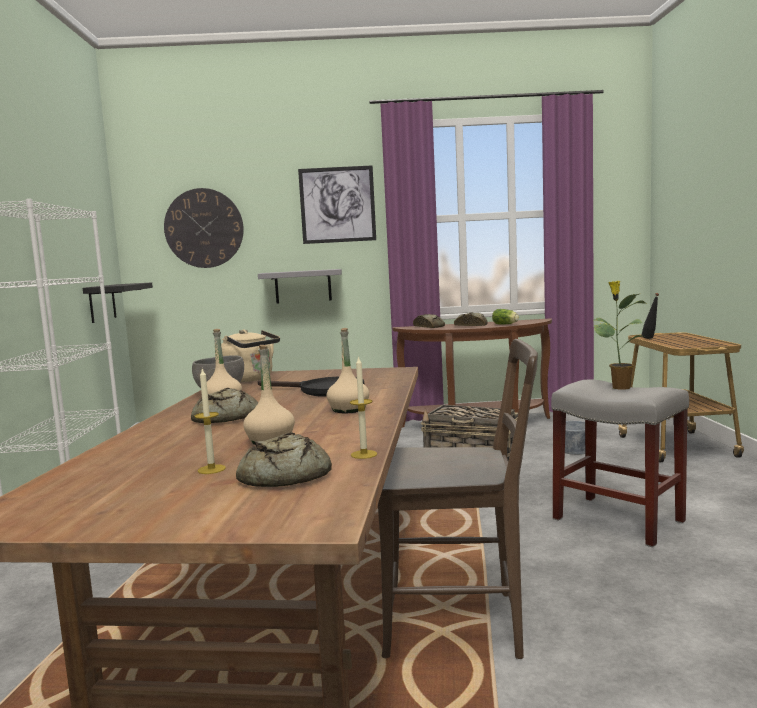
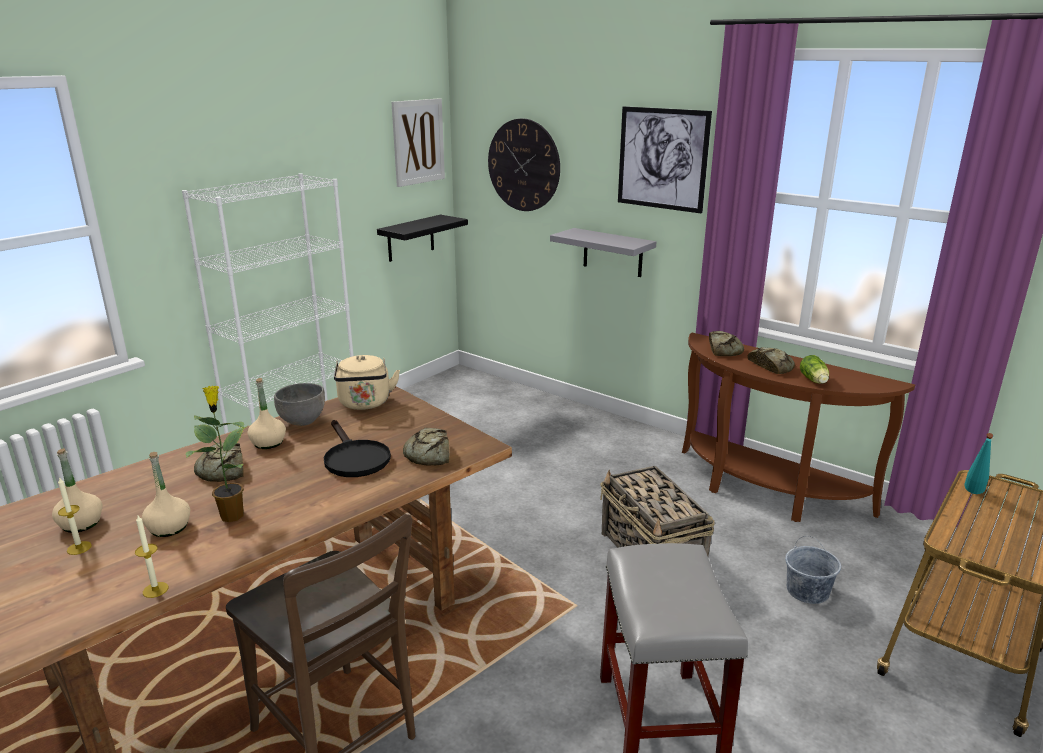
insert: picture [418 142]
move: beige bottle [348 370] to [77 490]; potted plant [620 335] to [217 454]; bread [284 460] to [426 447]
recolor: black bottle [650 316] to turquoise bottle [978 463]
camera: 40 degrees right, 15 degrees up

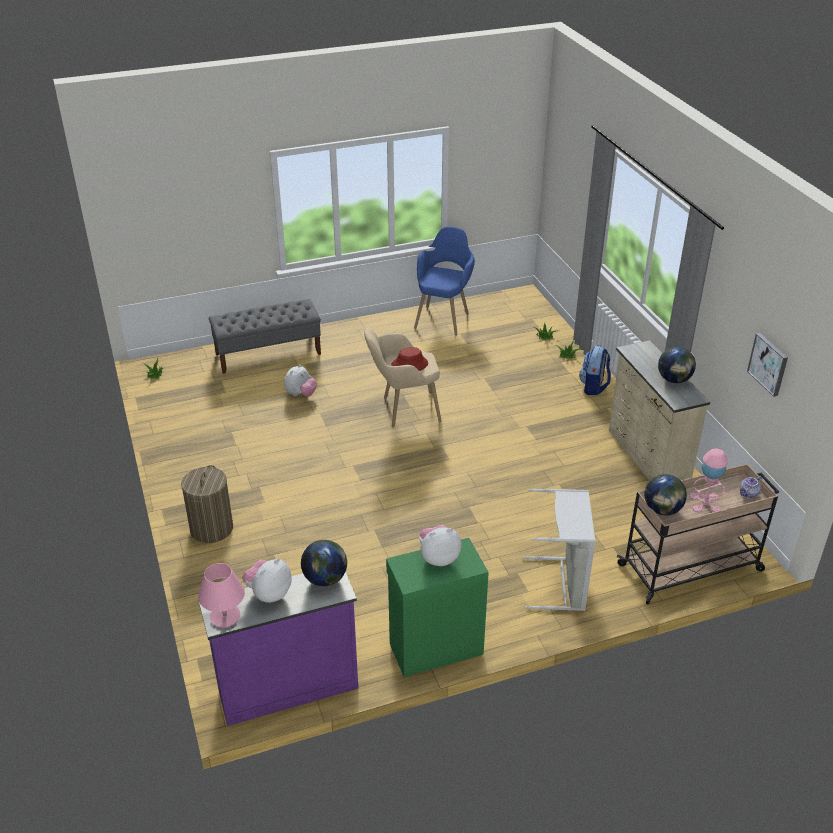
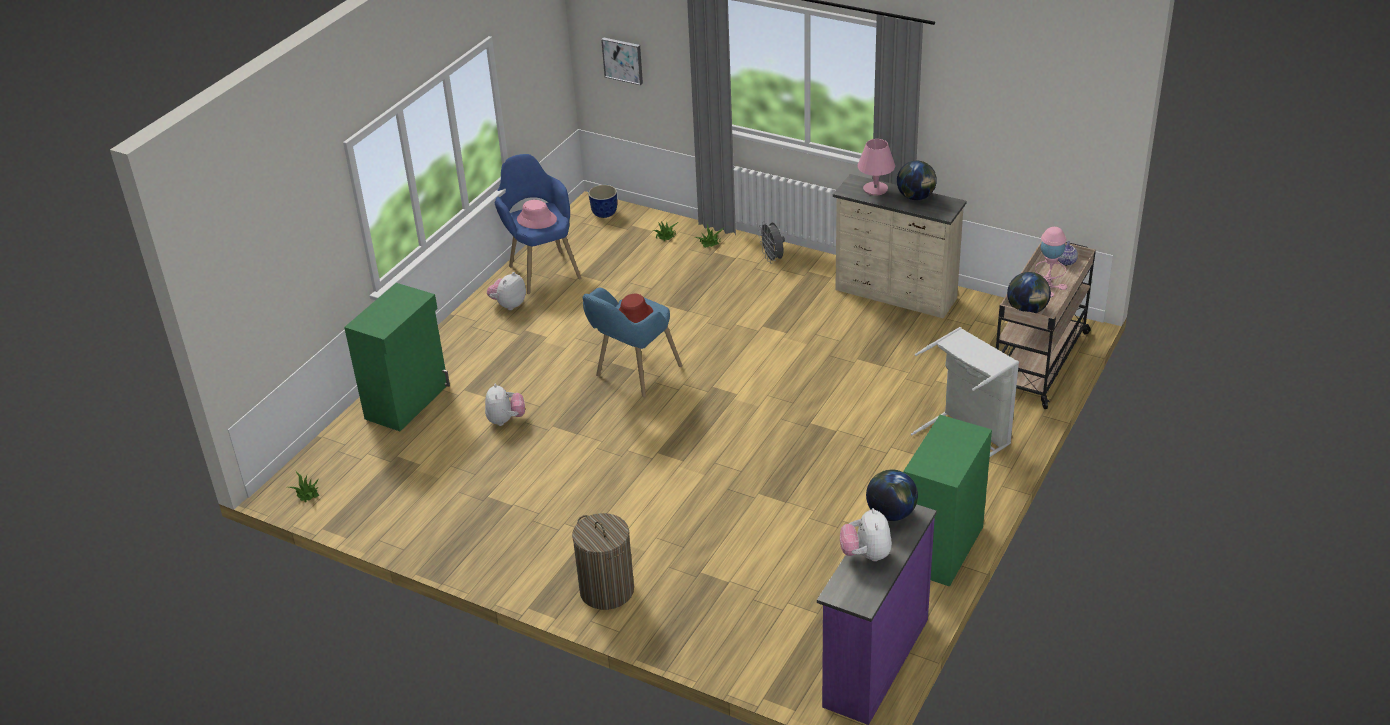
insert: pink hat [537 214]; planter [602 201]
move: plush toy [440 545] to [506 291]; picture [767 365] to [622 61]; pink table lamp [221 595] to [876 167]
replace: grey bench [265 336] to green cabinet [397 357]; backpack [595 370] to grey fan [771 243]
recolor: beige armchair [402 378] to blue armchair [632 342]
camera: 40 degrees left, 0 degrees up

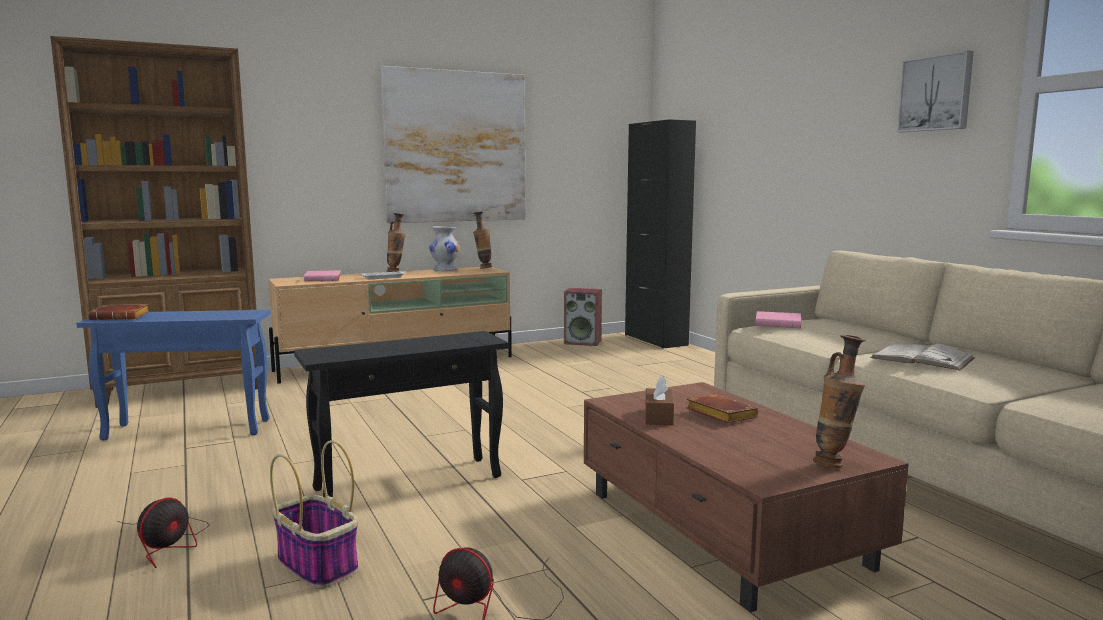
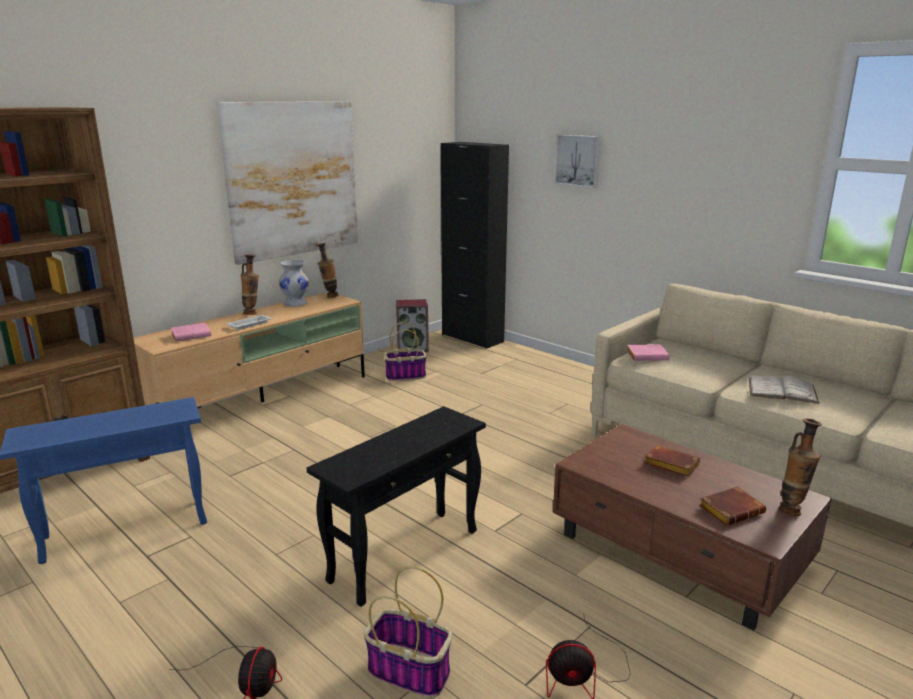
delete: brown tissue box [659 400]
insert: basket [405 351]
move: picture [935 91] to [577 161]; brown book [118 312] to [732 506]
camera: 20 degrees left, 10 degrees up

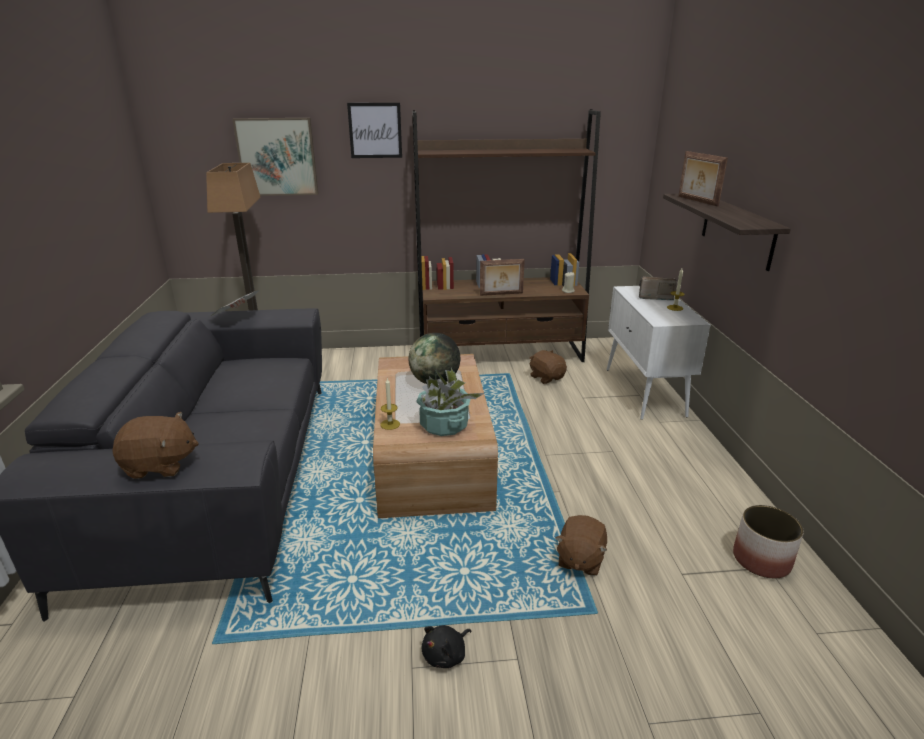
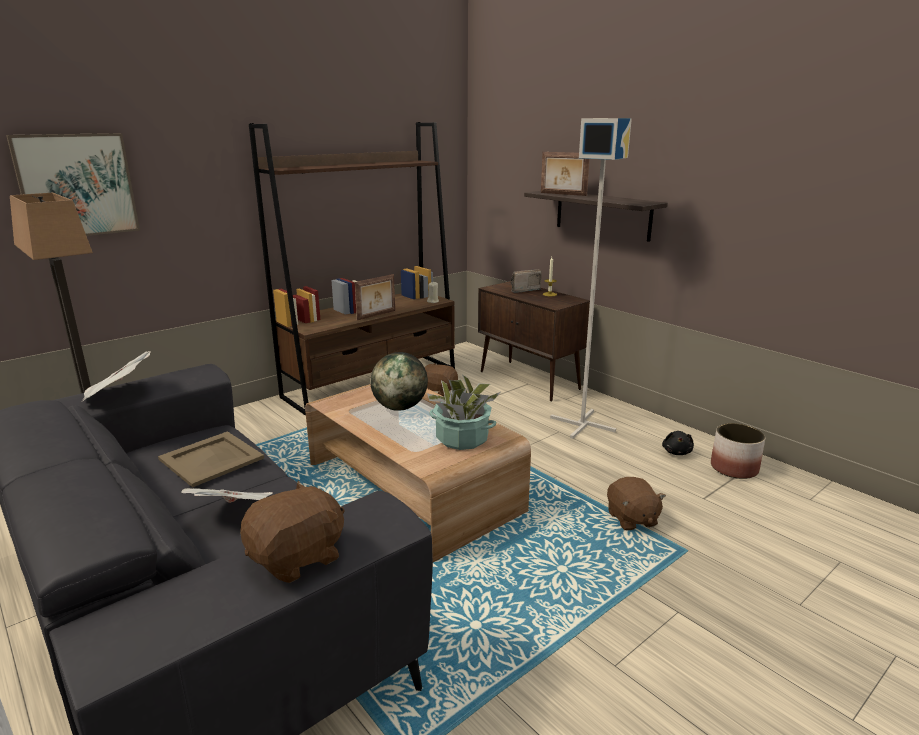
delete: picture [374 130]; candle [390 404]
insert: beige tray [211 459]; newspaper [227 495]; grey floor lamp [591 278]
move: black plush toy [446 646] to [678 443]
recolor: white cabinet [658 353] to brown cabinet [534 341]
camera: 35 degrees left, 5 degrees down

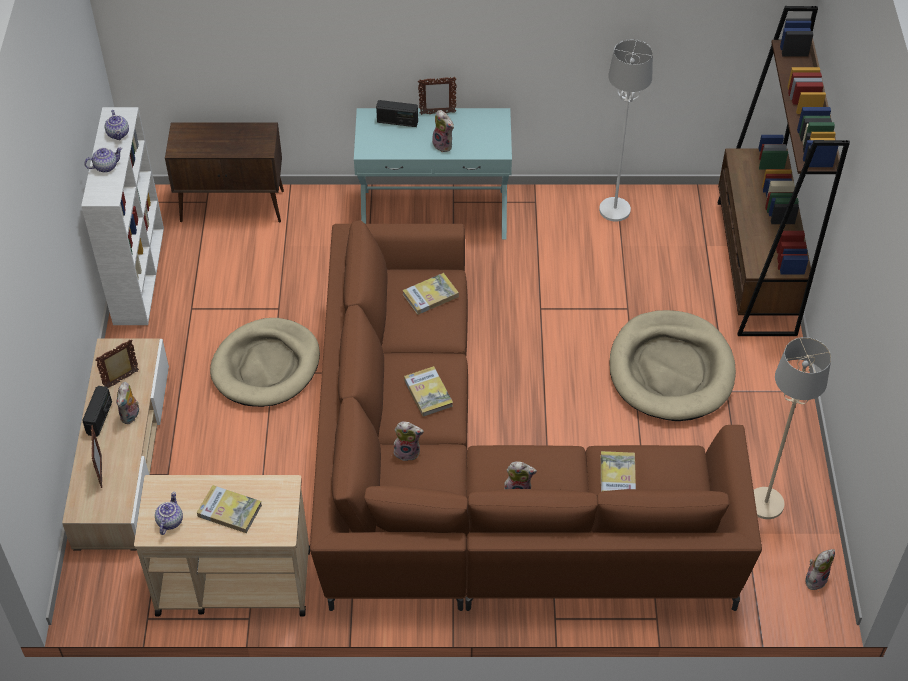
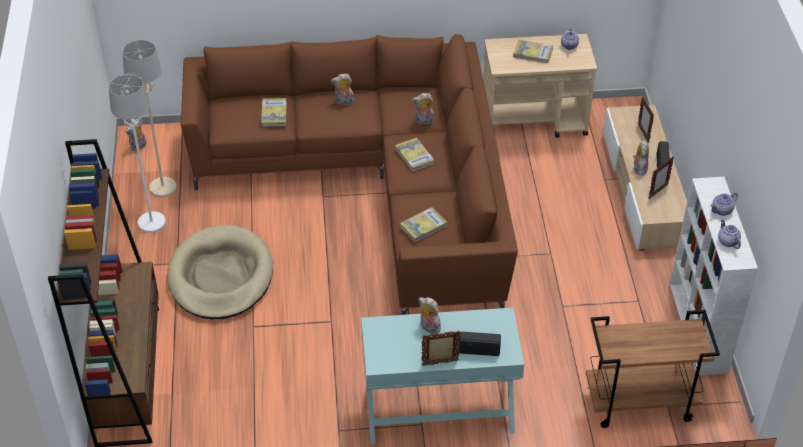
delete: beige dog bed [265 362]
move: white floor lamp [626 130] to [137 153]
replace: brown cabinet [224 172] to brown cart [653 369]
camera: 175 degrees right, 5 degrees down

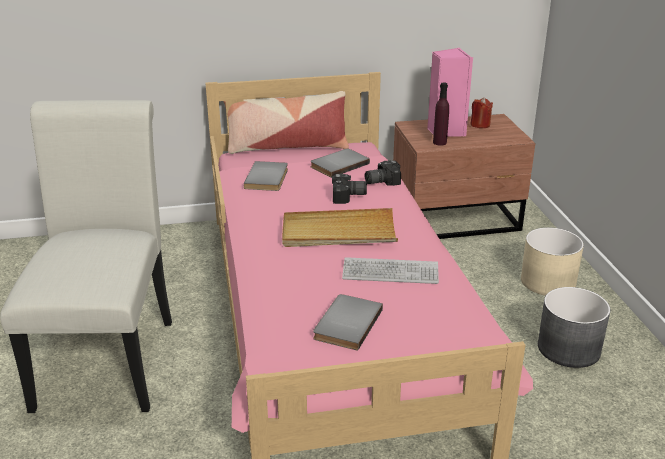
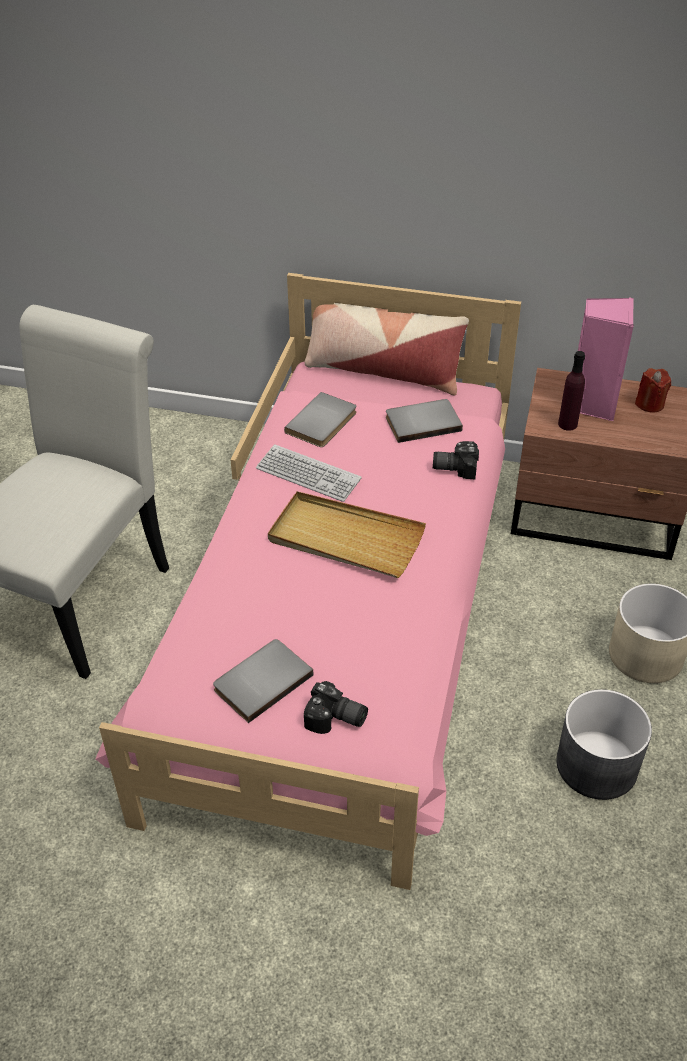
move: keyboard [390 270] to [309 473]; photo camera [349 189] to [336 707]
camera: 25 degrees right, 15 degrees up

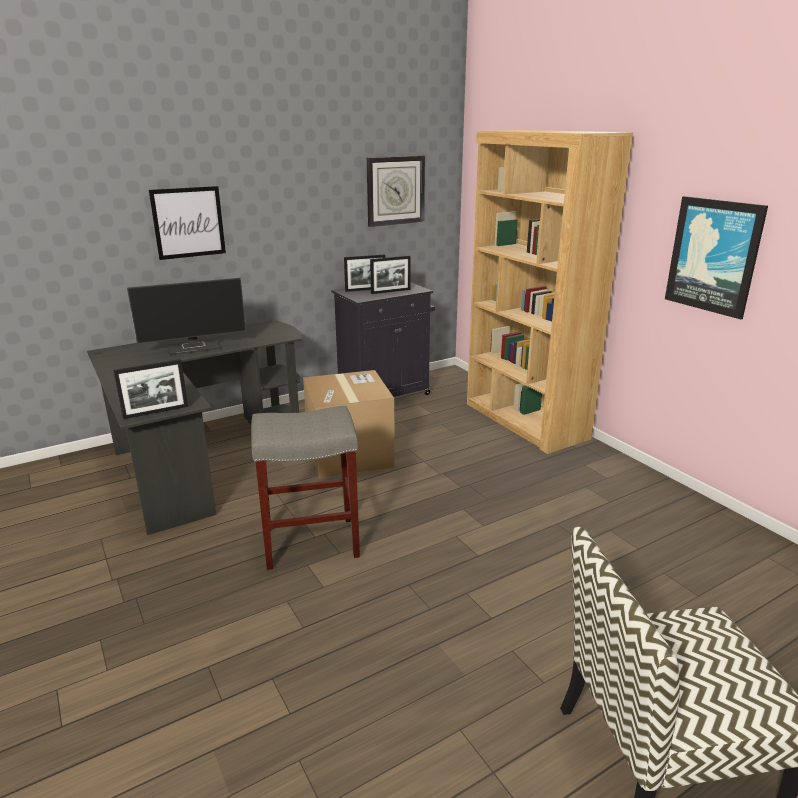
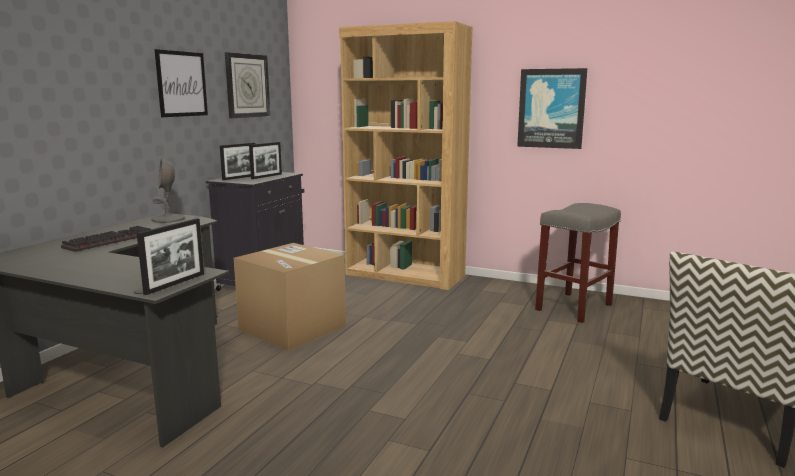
insert: grey table lamp [168 190]
move: picture [187 223] to [181 83]; grey stool [305 488] to [578 263]
replace: monitor [186 316] to keyboard [106 239]
camera: 35 degrees left, 10 degrees down

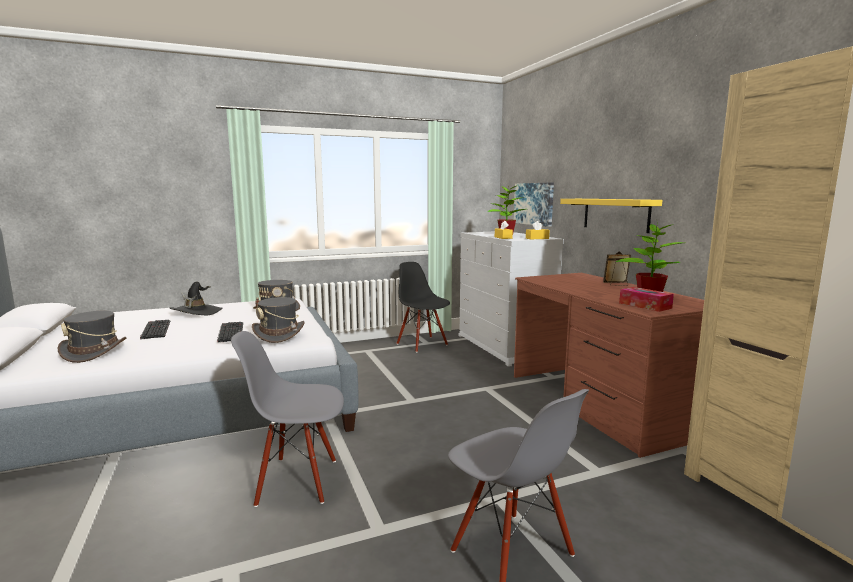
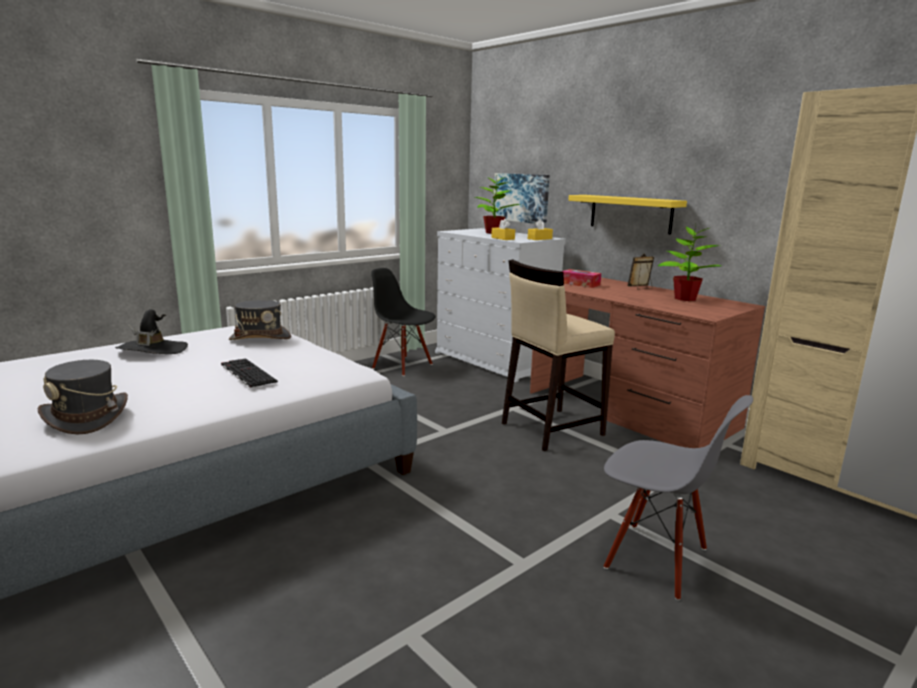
delete: keyboard [155 330]; grey chair [287 419]; grey hat [278 320]
insert: beige stool [558 355]
move: tissue box [646 299] to [581 278]
camera: 20 degrees left, 5 degrees up

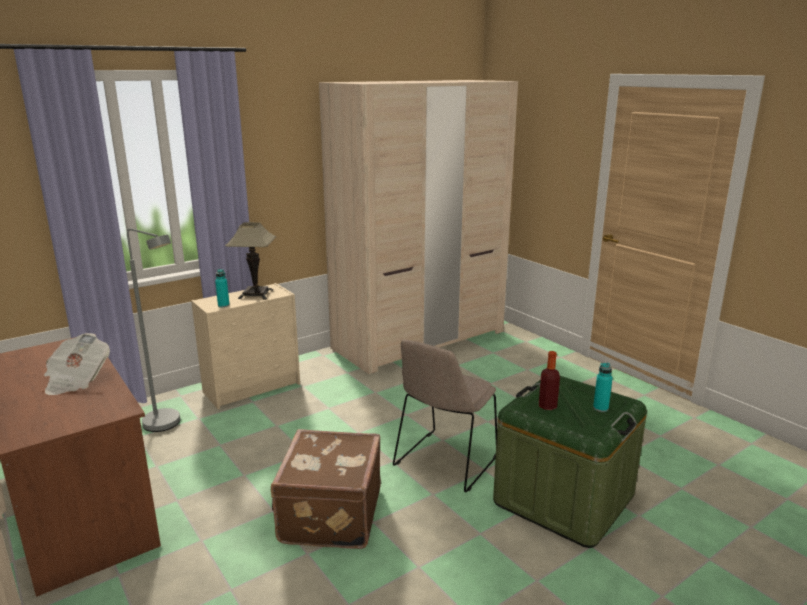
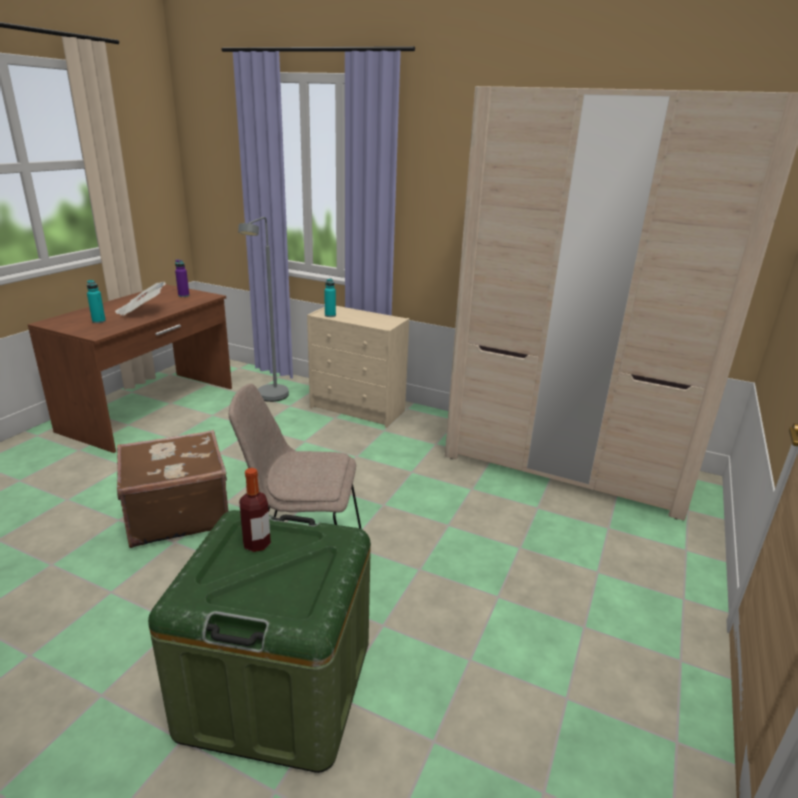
delete: table lamp [250 261]
insert: purple bottle [182 278]
move: turquoise bottle [603 387] to [96 301]
camera: 60 degrees right, 5 degrees up

